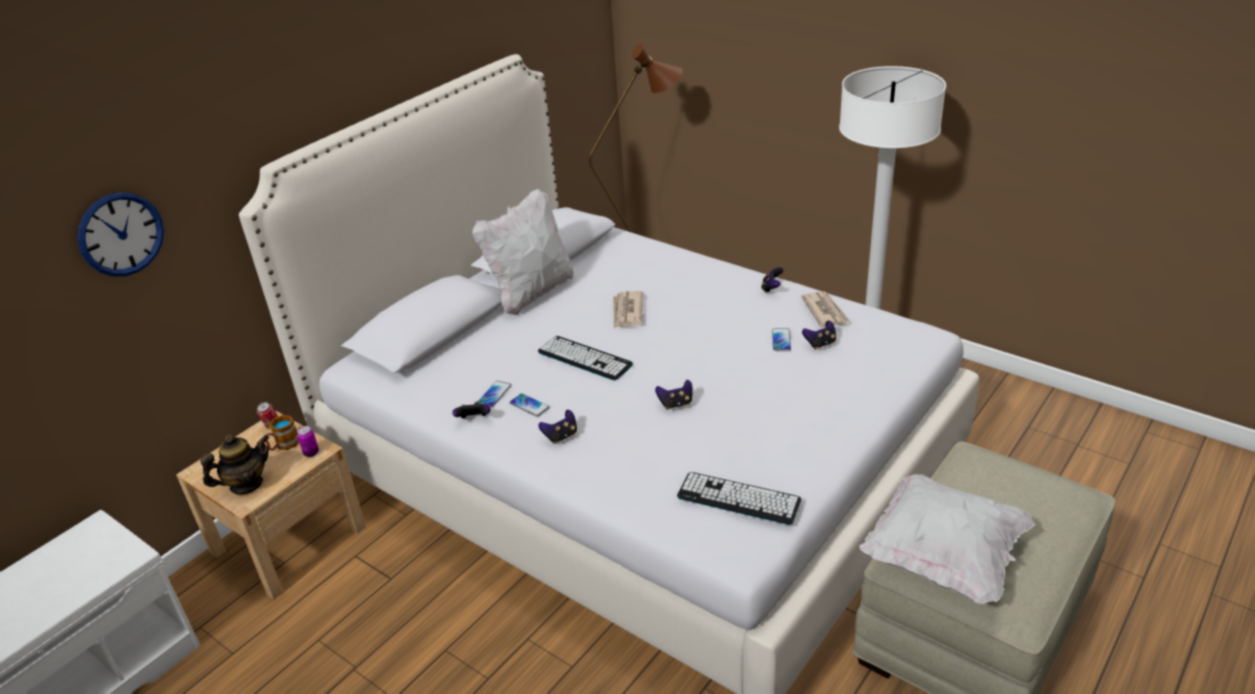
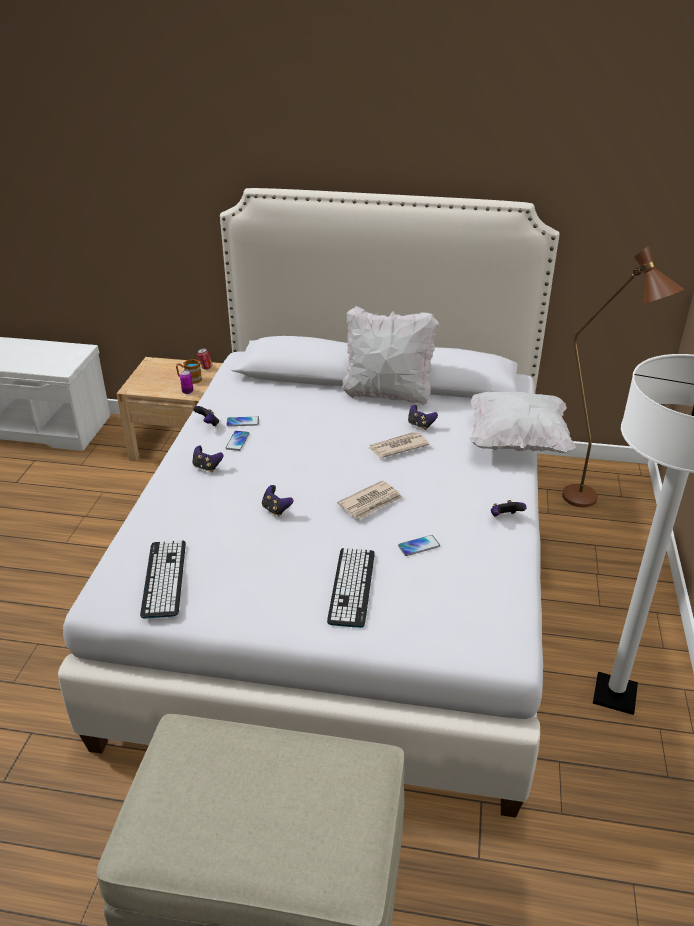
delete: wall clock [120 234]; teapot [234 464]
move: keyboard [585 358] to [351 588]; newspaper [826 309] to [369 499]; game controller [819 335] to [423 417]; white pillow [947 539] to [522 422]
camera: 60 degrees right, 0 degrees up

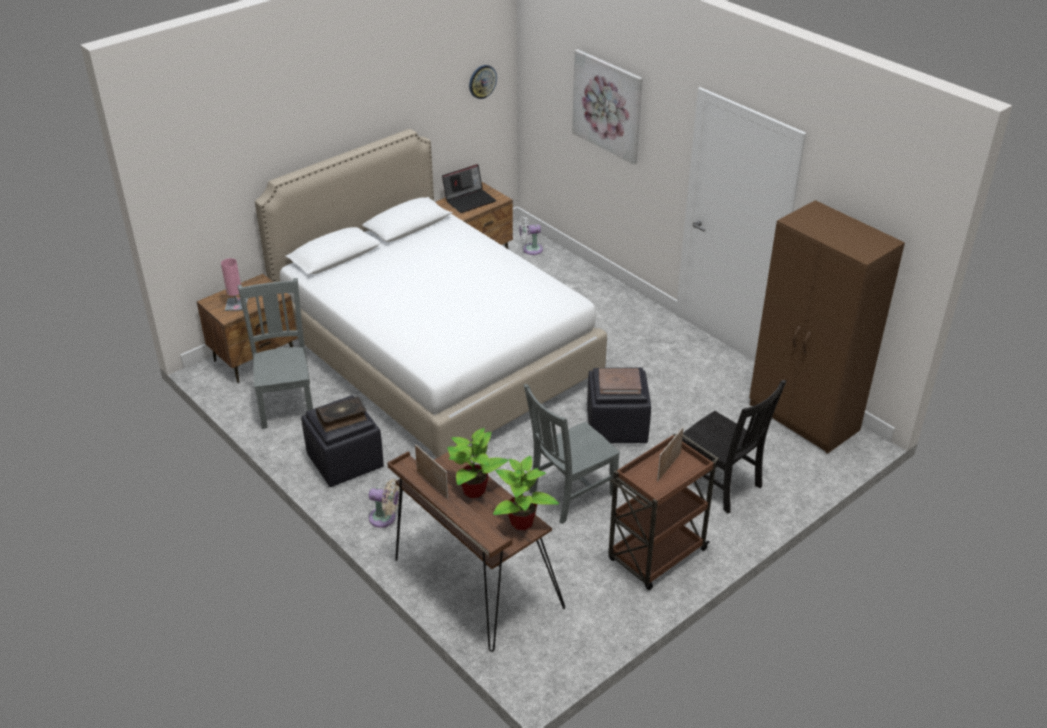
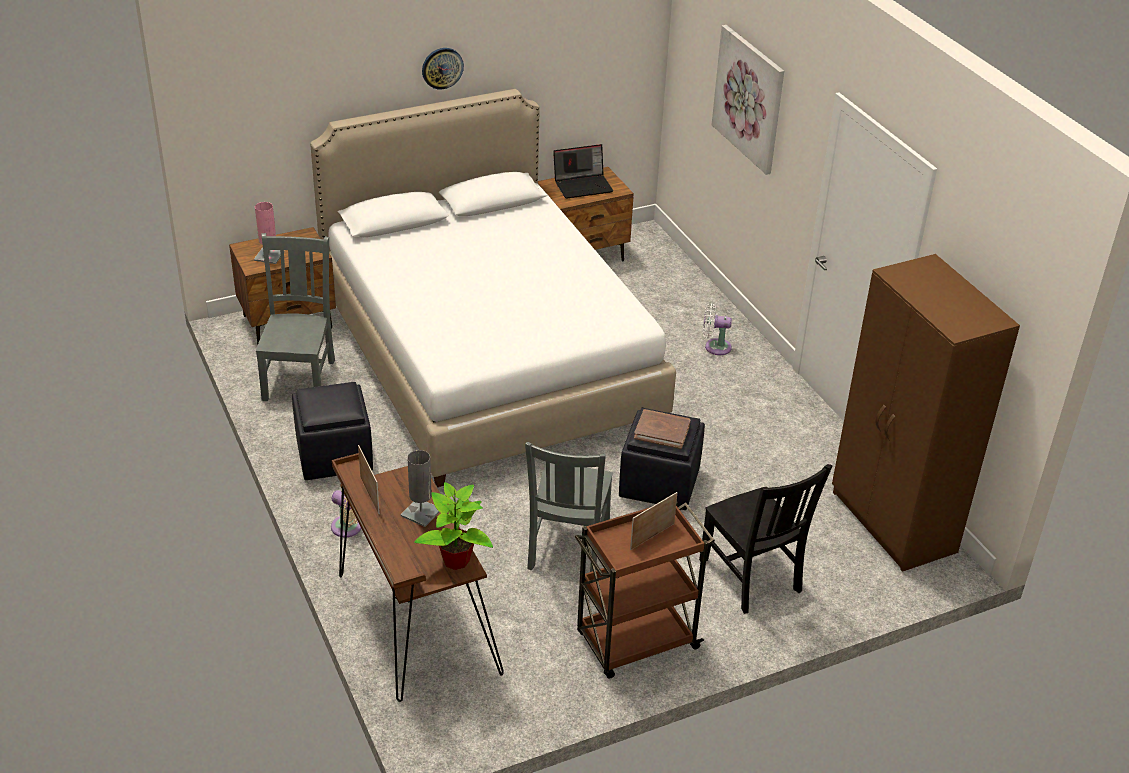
delete: book [341 414]
move: wall clock [483 82] to [443 68]; white fan [531 236] to [717 329]
replace: potted plant [478 463] to grey table lamp [420 488]
rotate: grey chair [572 454] = [569 507] 60 degrees counterclockwise
camera: 15 degrees right, 0 degrees up

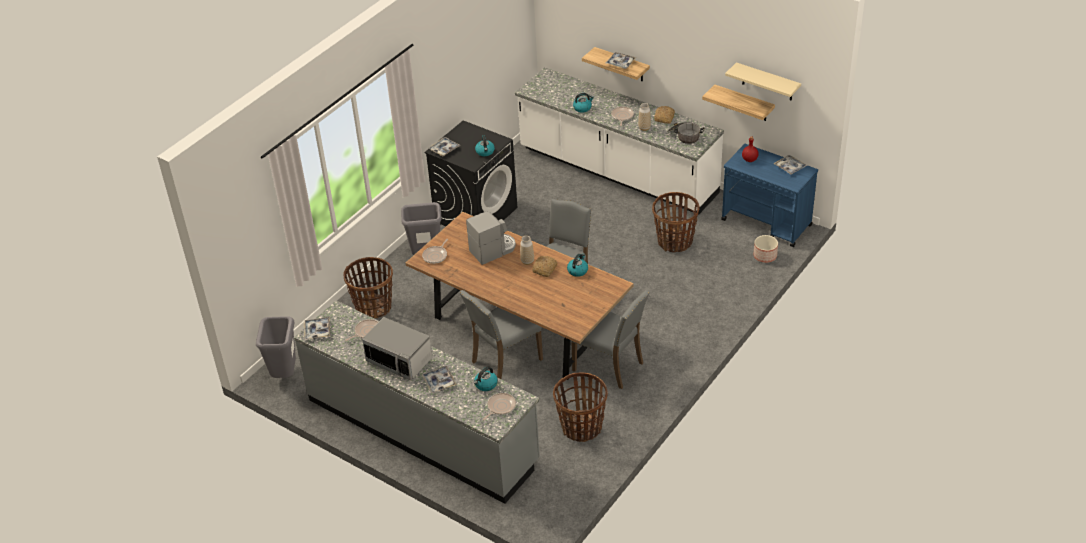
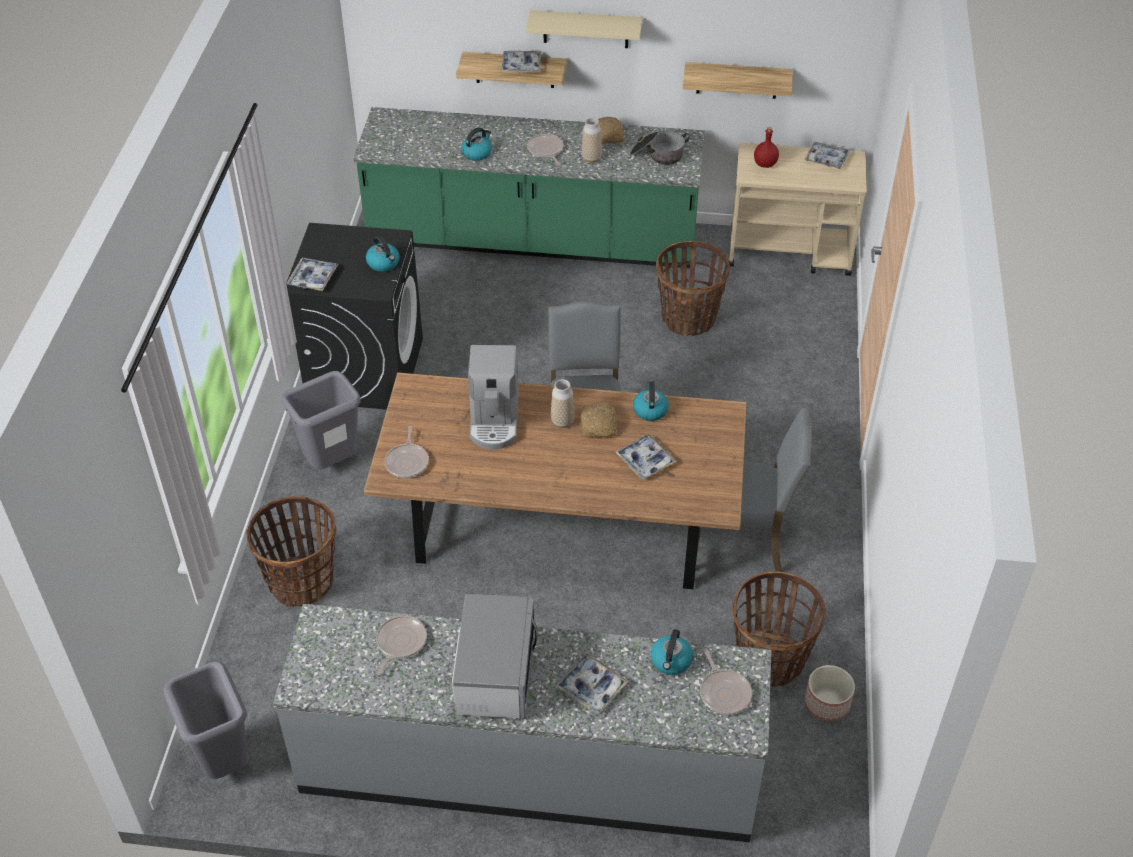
delete: grey chair [501 334]
move: beige shelf [763 81] to [584 29]; tray [317 328] to [646 457]; planter [766 249] to [830 693]
recolor: white counter [619 140] to green counter [529 187]; blue cart [769 195] to beige cart [798 209]
rotate: microwave [397 348] = [494 656] 90 degrees counterclockwise; coffee machine [491 238] = [493 397] 150 degrees clockwise; frying pan [499 406] = [726 682] 150 degrees clockwise
camera: 30 degrees left, 5 degrees up

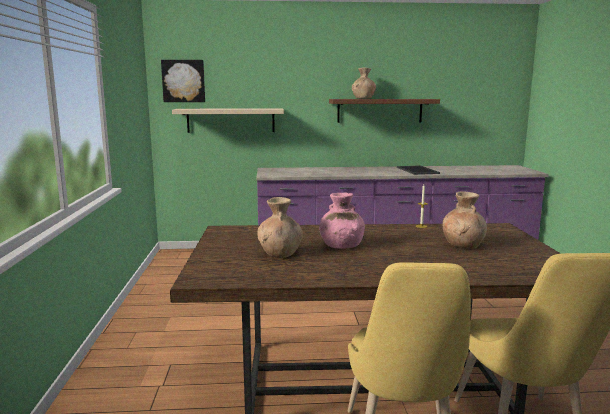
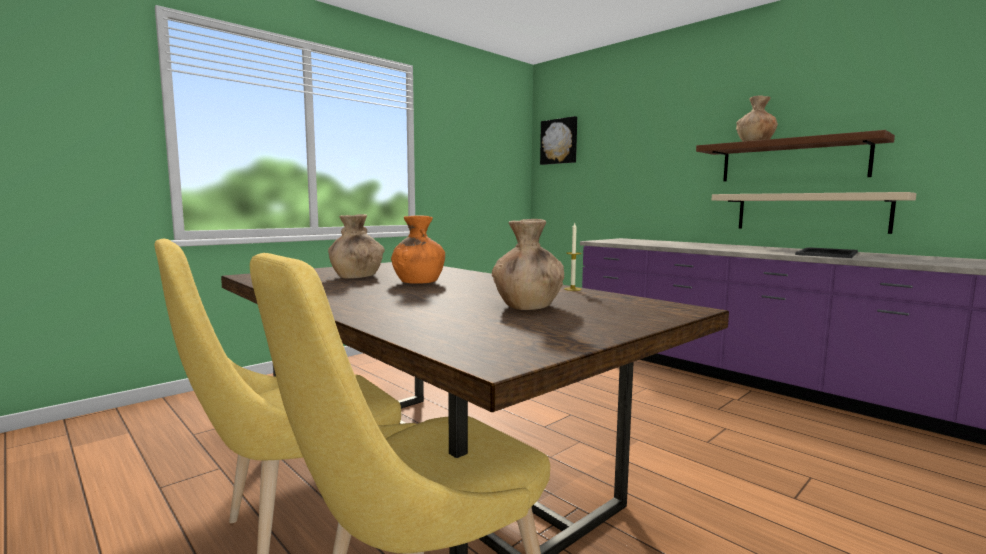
move: beige shelf [228 120] to [814 213]
recolor: pink vase [342 221] to orange vase [418 249]
camera: 50 degrees right, 5 degrees down

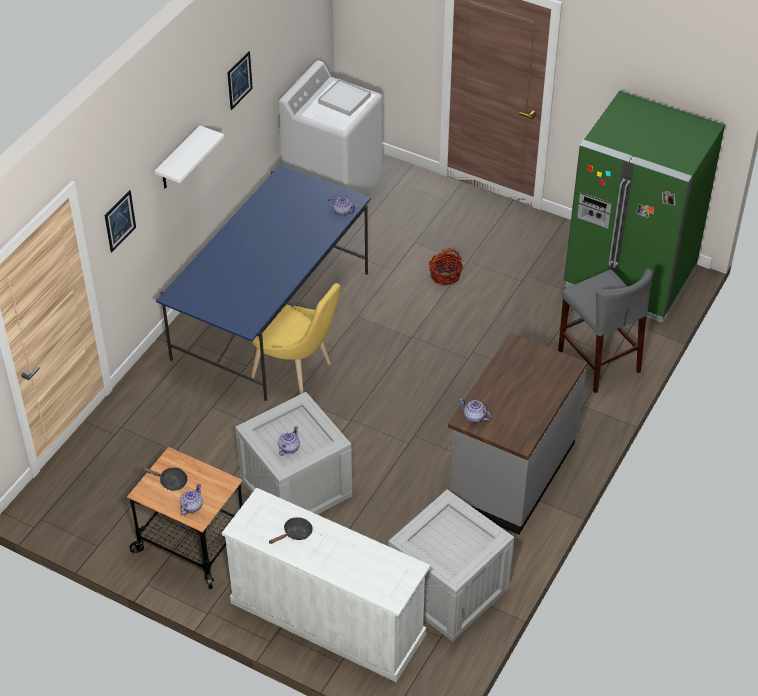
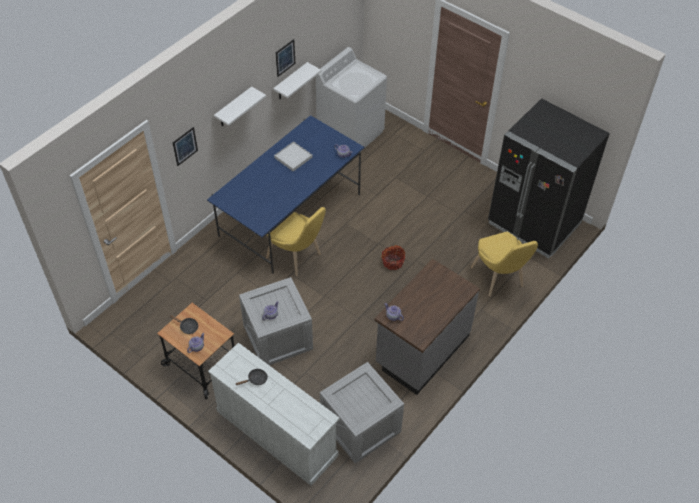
insert: white shelf [297 80]
move: white tray [344 97] to [293 156]; basket [446 267] to [393 257]
replace: grey stool [605 331] to yellow chair [504 264]
recolor: green fridge [644 207] to black fridge [549 178]
camera: 10 degrees right, 5 degrees up

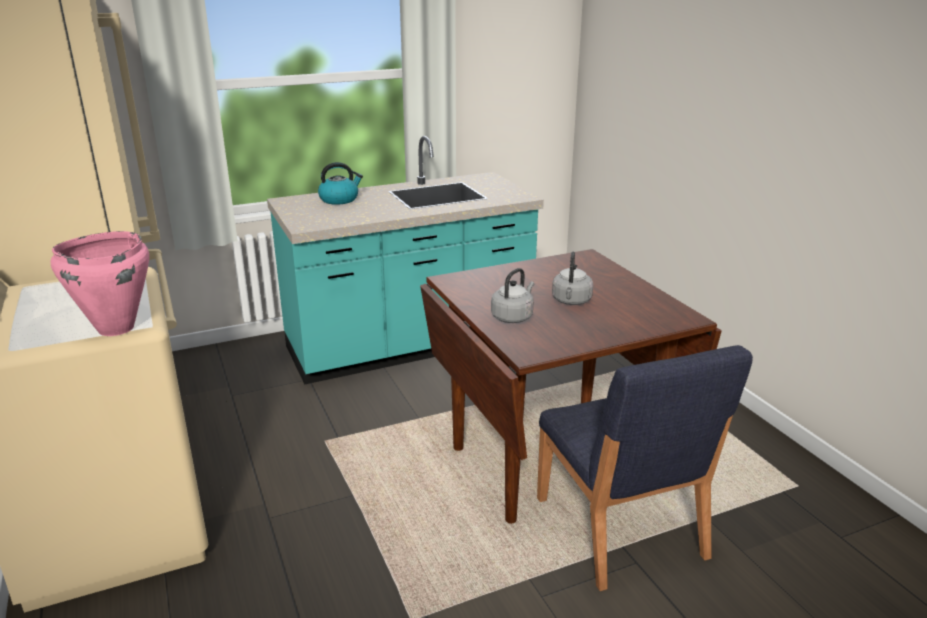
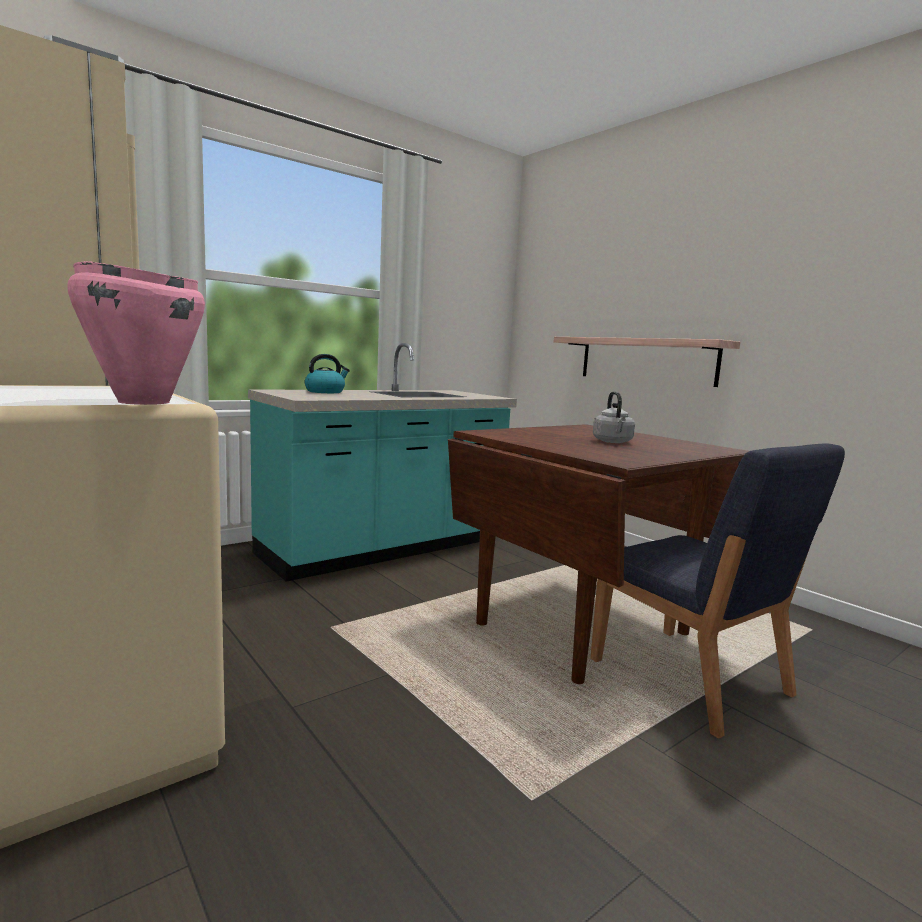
delete: grey kettle [512 295]
insert: shelf [647 362]
camera: 15 degrees left, 15 degrees down

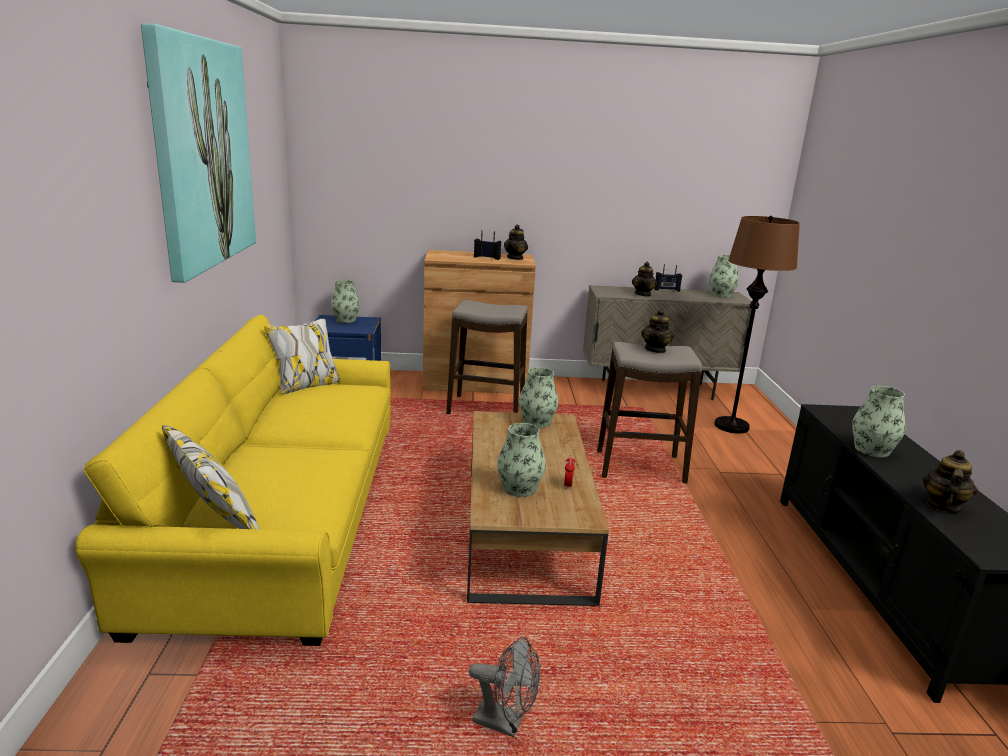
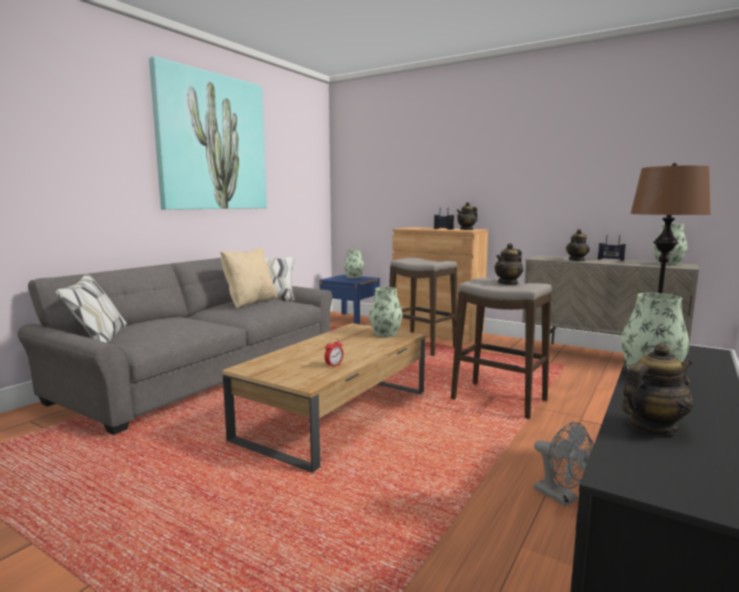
delete: vase [521 460]
insert: beige pillow [249 277]
move: grey fan [504 687] to [564 464]
recolor: yellow sofa [233 480] to grey sofa [174 346]
camera: 35 degrees right, 10 degrees down

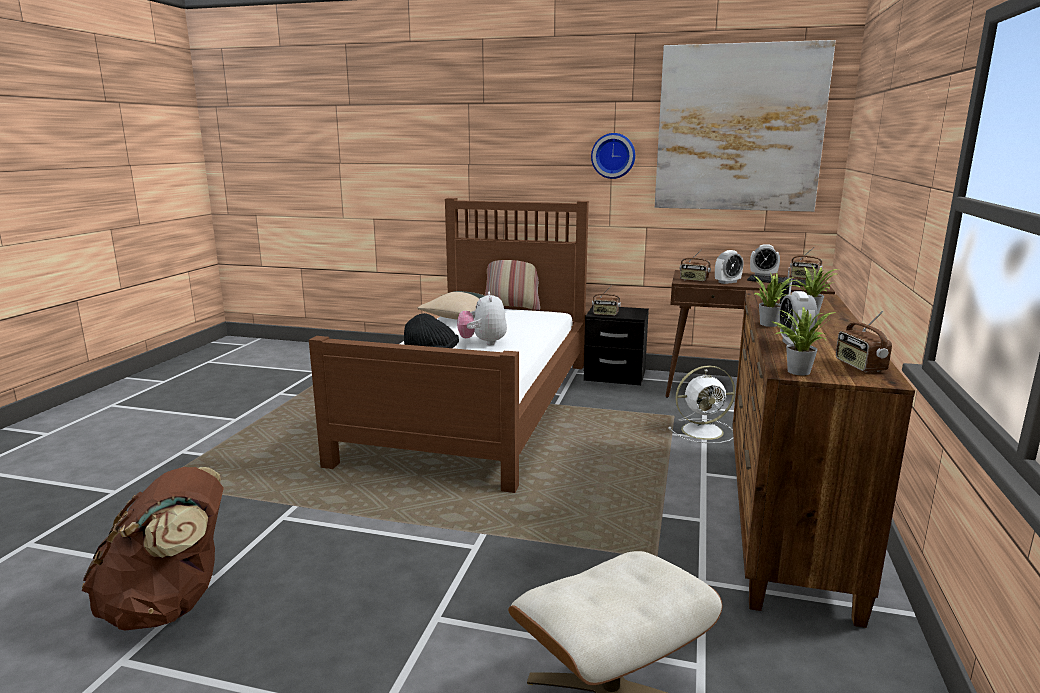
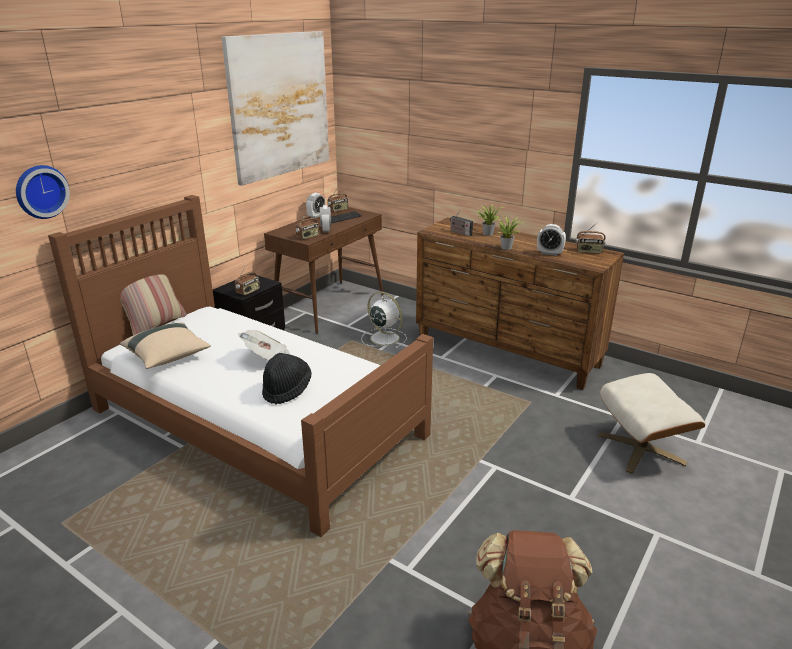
delete: potted plant [803 341]
move: wall clock [613 156] to [43 192]
replace: plush toy [482 318] to newspaper [264 345]
rotate: white fan [701 404] = [384 320] 60 degrees counterclockwise
camera: 70 degrees left, 10 degrees up

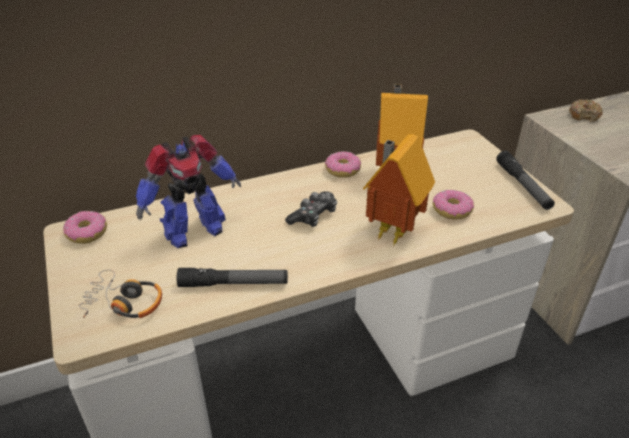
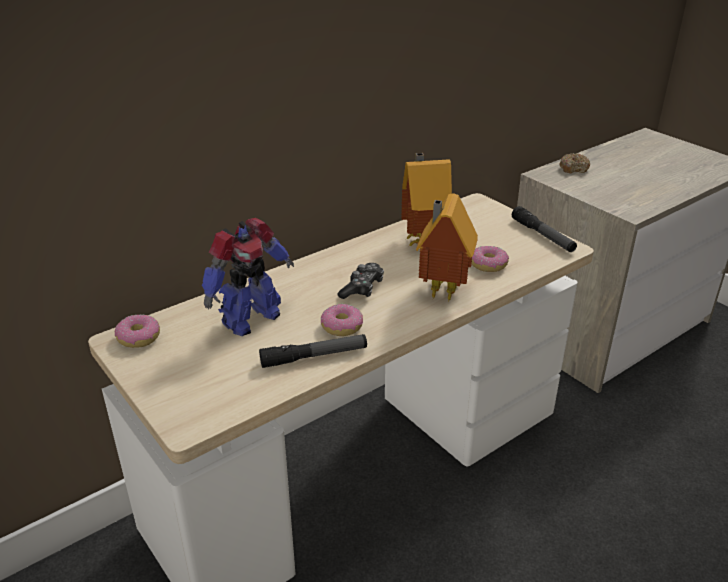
delete: headphones [120 294]
move: donut [343 164] to [342 320]
camera: 15 degrees left, 5 degrees down

